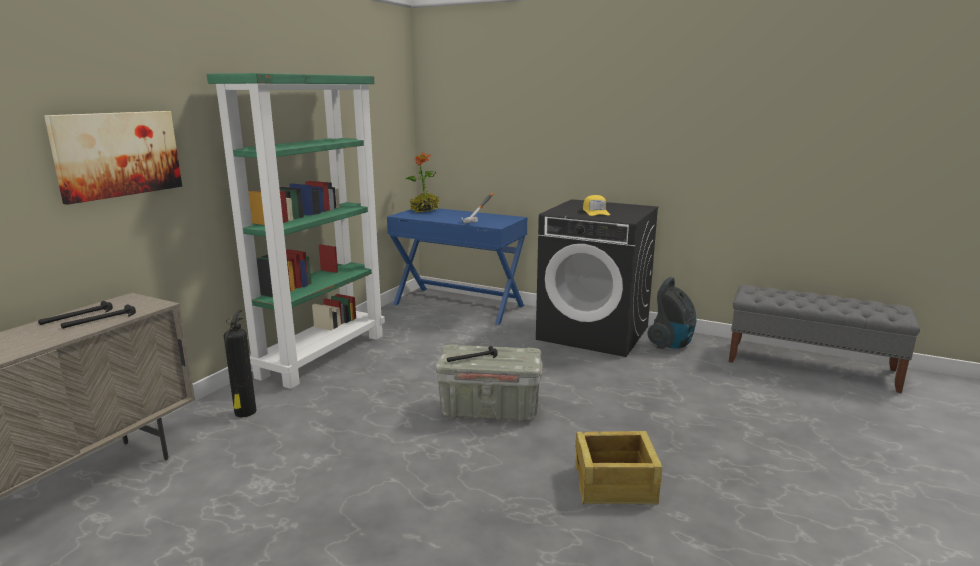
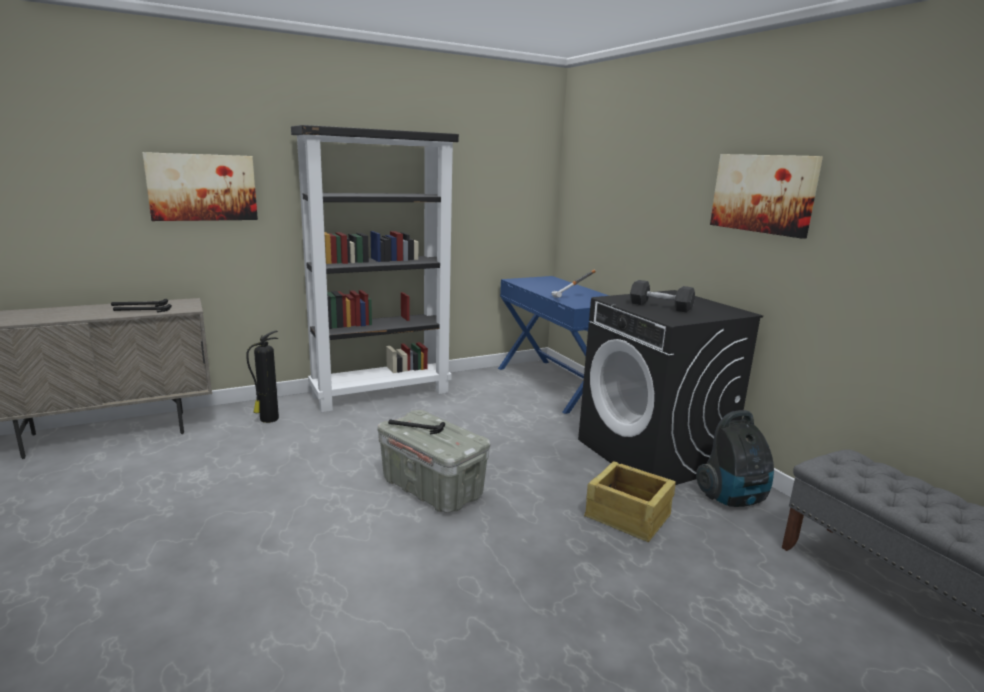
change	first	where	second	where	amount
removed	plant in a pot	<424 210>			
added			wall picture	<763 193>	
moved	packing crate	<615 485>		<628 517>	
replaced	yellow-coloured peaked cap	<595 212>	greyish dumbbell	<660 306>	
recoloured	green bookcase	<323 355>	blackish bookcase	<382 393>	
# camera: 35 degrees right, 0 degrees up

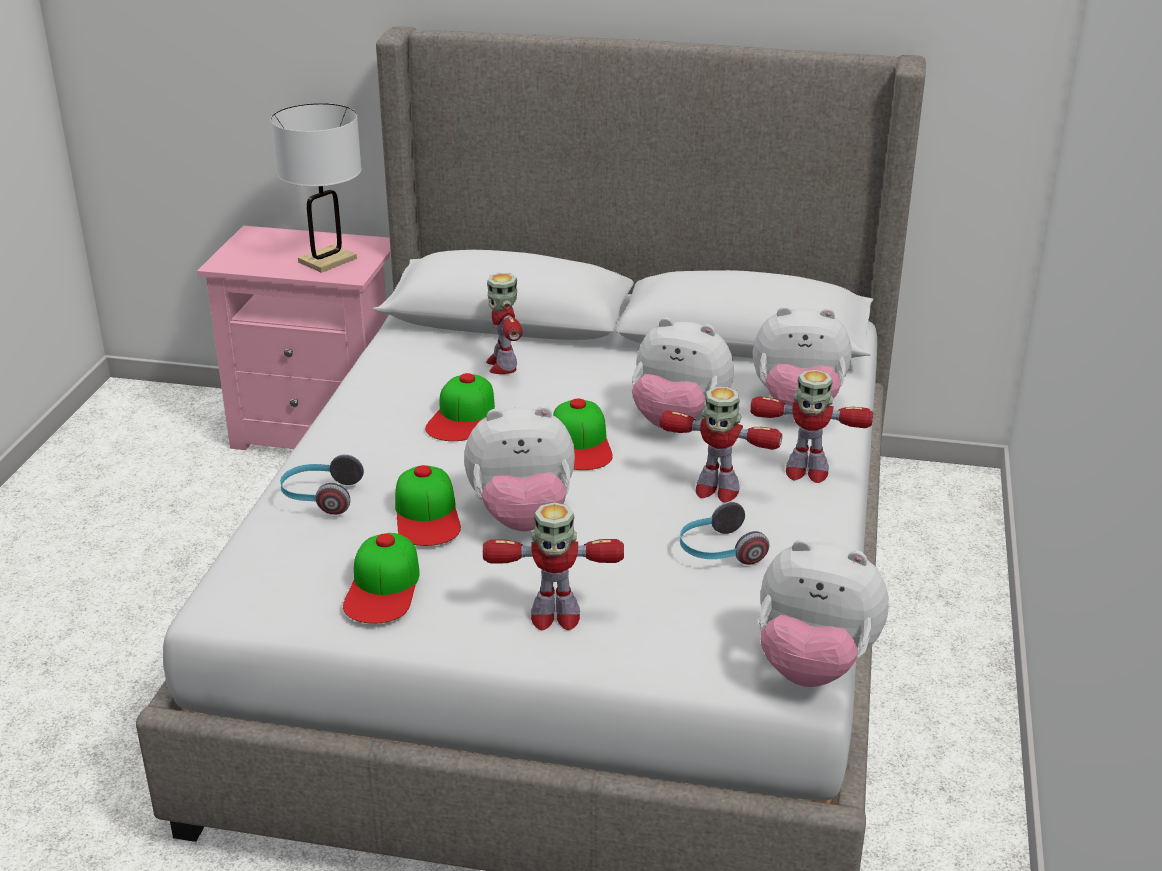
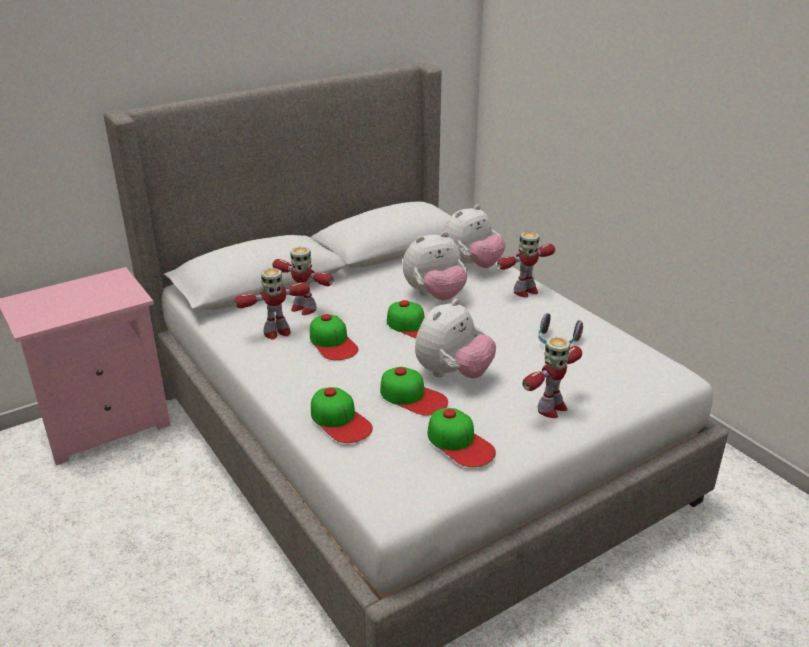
change	first	where	second	where	amount
removed	whitish table lamp	<327 260>			
removed	plush toy	<813 666>			
moved	model robot	<716 490>		<276 332>	
replaced	headset	<320 497>	peaked cap	<340 420>	
# camera: 45 degrees left, 0 degrees up

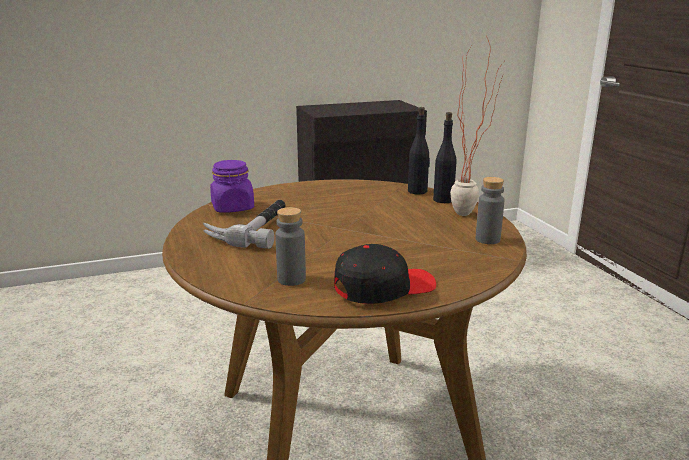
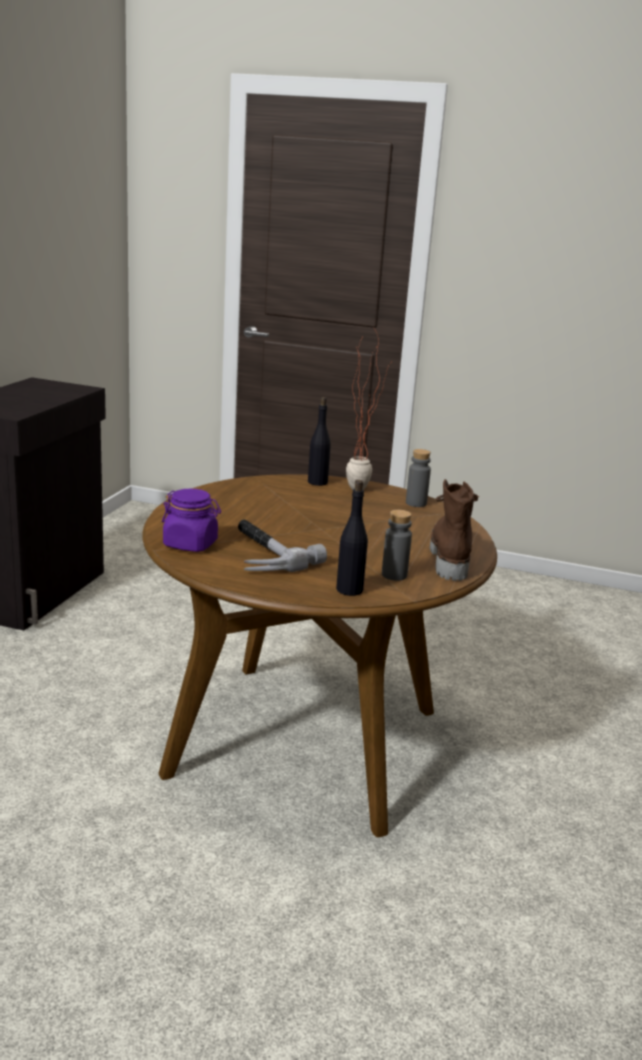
change	first	where	second	where	amount
moved	blackish drink bottle	<417 191>		<349 590>	
replaced	blackish peaked cap	<383 288>	brown-coloured high-top boot	<449 556>	
# camera: 55 degrees left, 0 degrees up

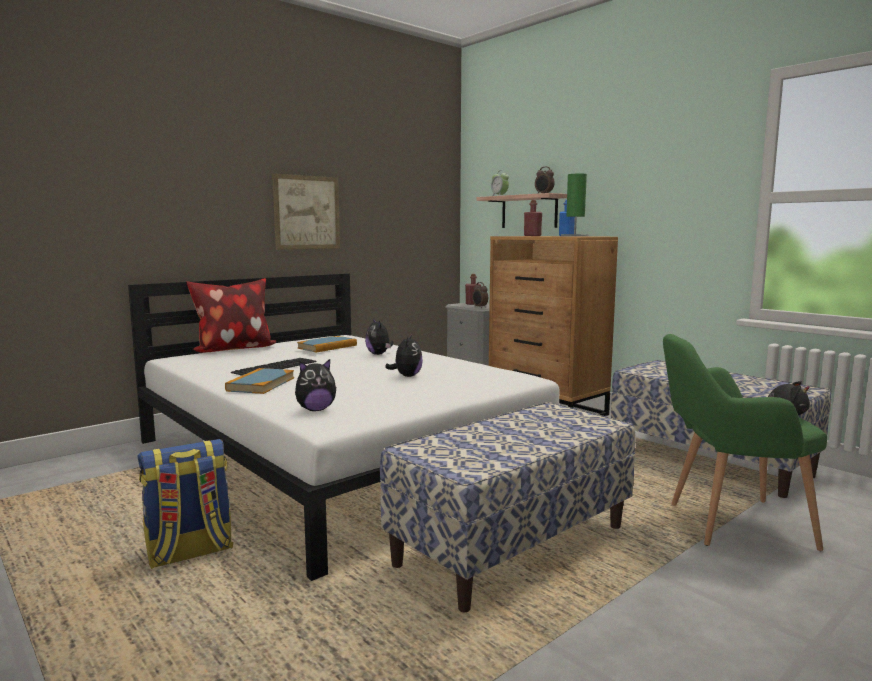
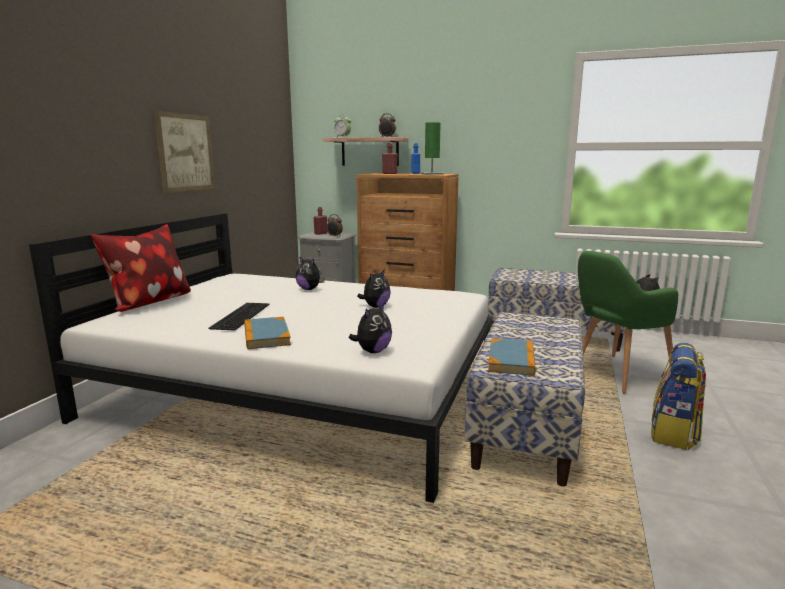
change	first	where	second	where	amount
moved	knapsack	<189 553>		<674 434>	
moved	bound book	<327 347>		<511 360>	
turned	plush toy	<406 376>		<375 306>	60 degrees clockwise
# camera: 30 degrees left, 5 degrees up

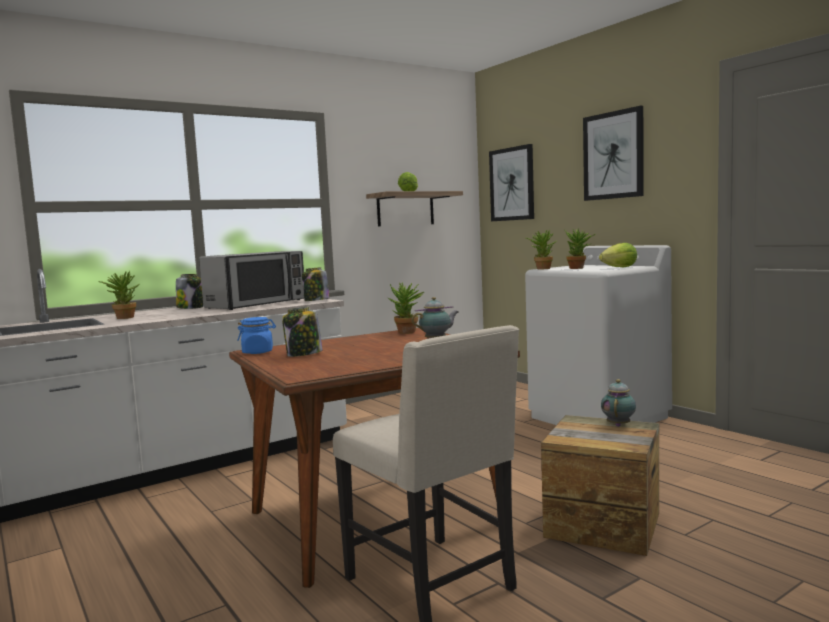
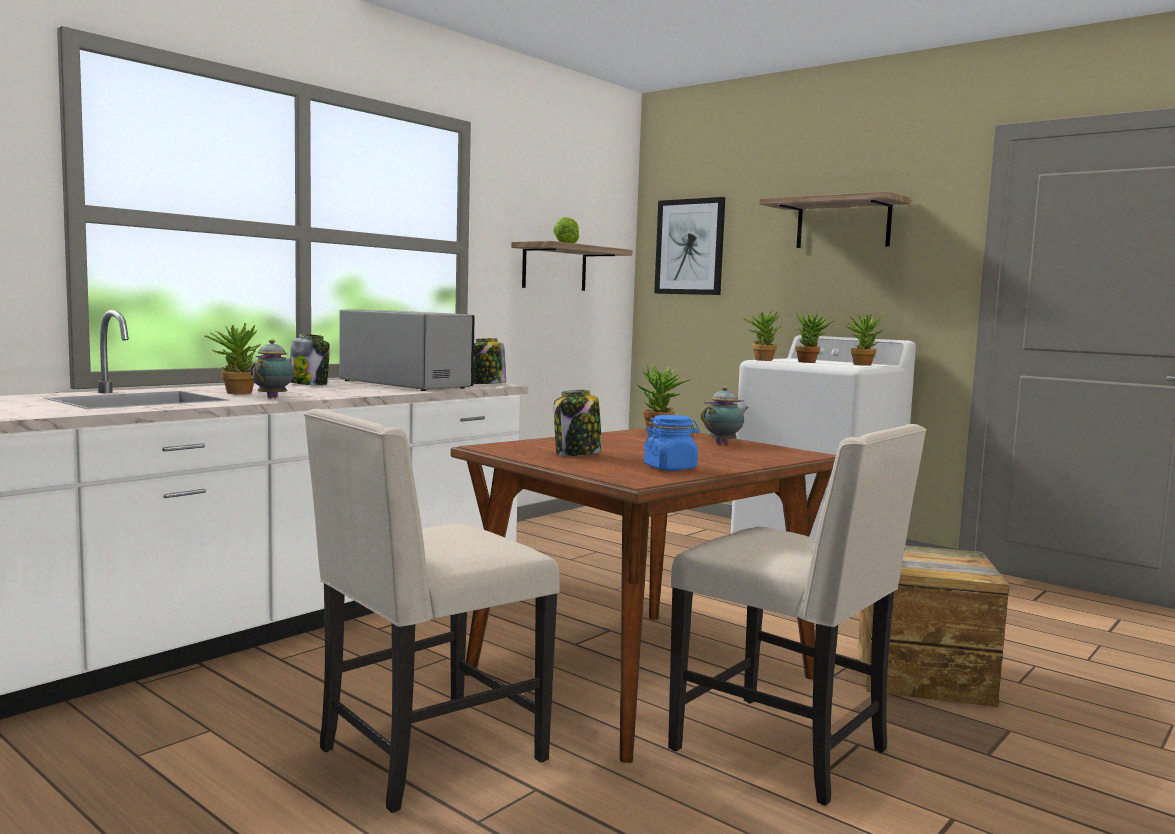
change	first	where	second	where	amount
added			sand-coloured chair	<427 755>	
moved	blue-coloured storage jar	<258 352>		<670 468>	
moved	tea pot	<619 425>		<274 397>	
replaced	wall picture	<613 155>	wall shelf	<843 224>	
replaced	head of lettuce	<619 267>	plant in a pot	<861 364>	
turned	microwave oven	<257 304>		<405 384>	75 degrees counterclockwise
# camera: 15 degrees left, 0 degrees up

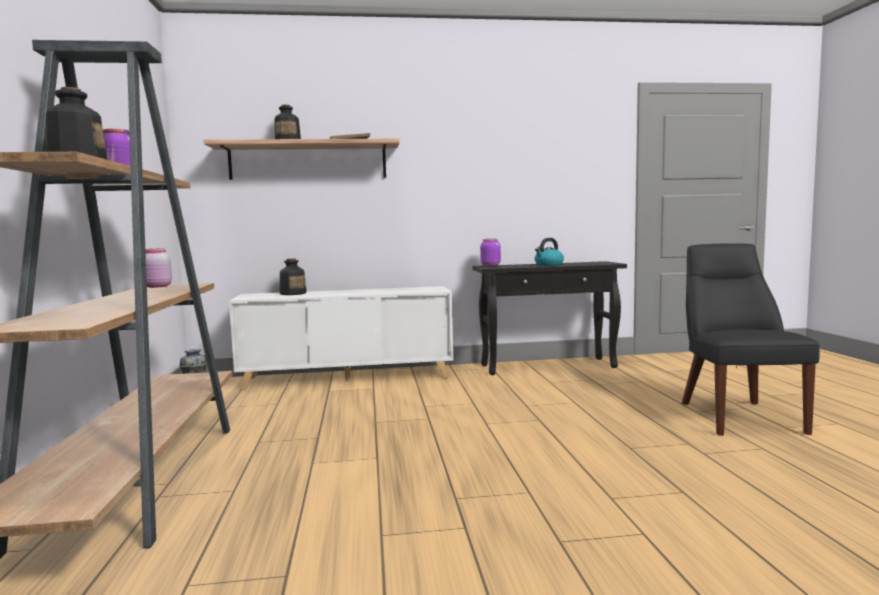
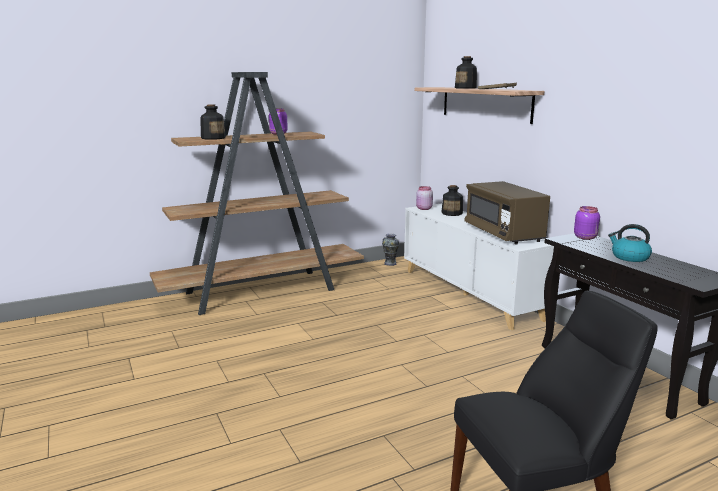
change	first	where	second	where	amount
added			brown-coloured microwave oven	<503 233>	
moved	pink storage jar	<156 286>		<423 209>	
# camera: 70 degrees right, 10 degrees up

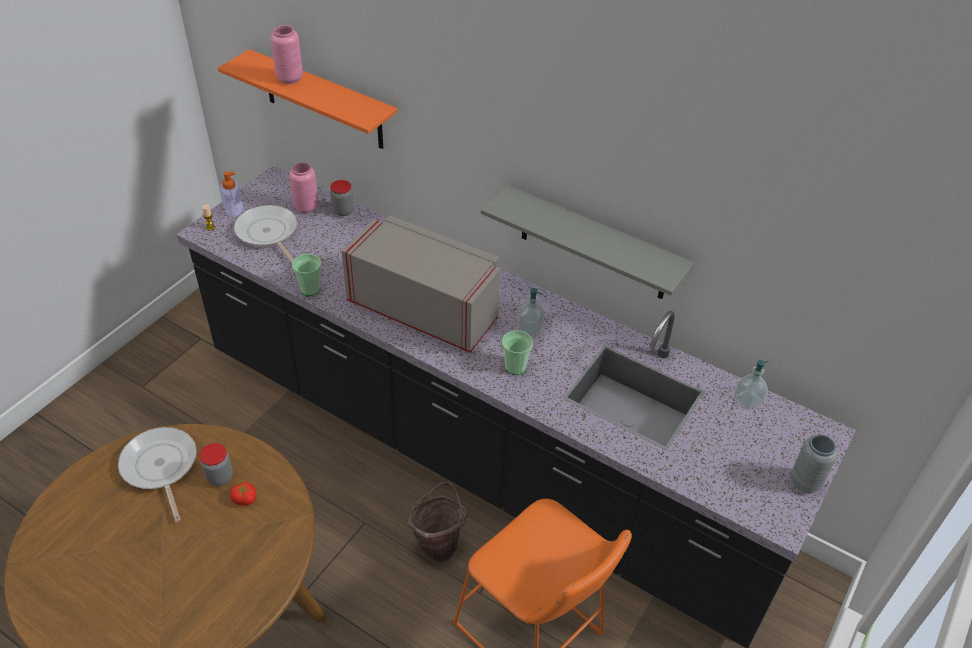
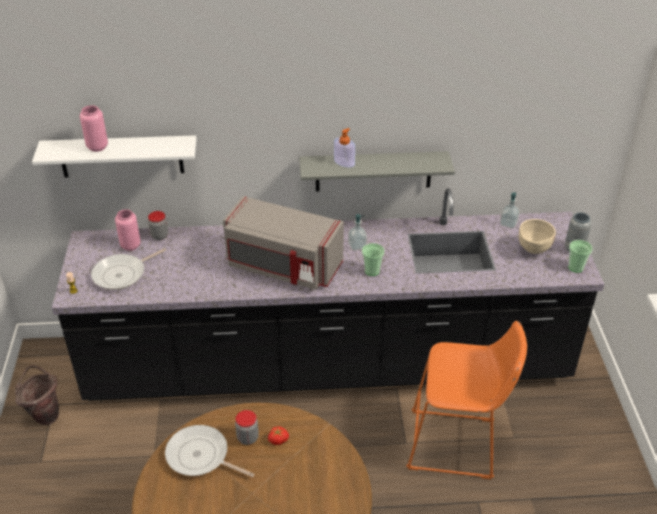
change	first	where	second	where	amount
added			sand-coloured serving bowl	<532 251>	
moved	liquid soap bottle	<234 208>		<344 162>	
moved	drinking cup	<310 289>		<575 267>	
moved	brown-coloured water bucket	<439 544>		<45 414>	
recoloured	orangey wall shelf	<323 101>	whitish wall shelf	<121 156>	
turned	frying pan	<268 233>		<122 274>	60 degrees counterclockwise
turned	greyish microwave oven	<425 308>		<282 266>	150 degrees counterclockwise
# camera: 35 degrees left, 5 degrees down

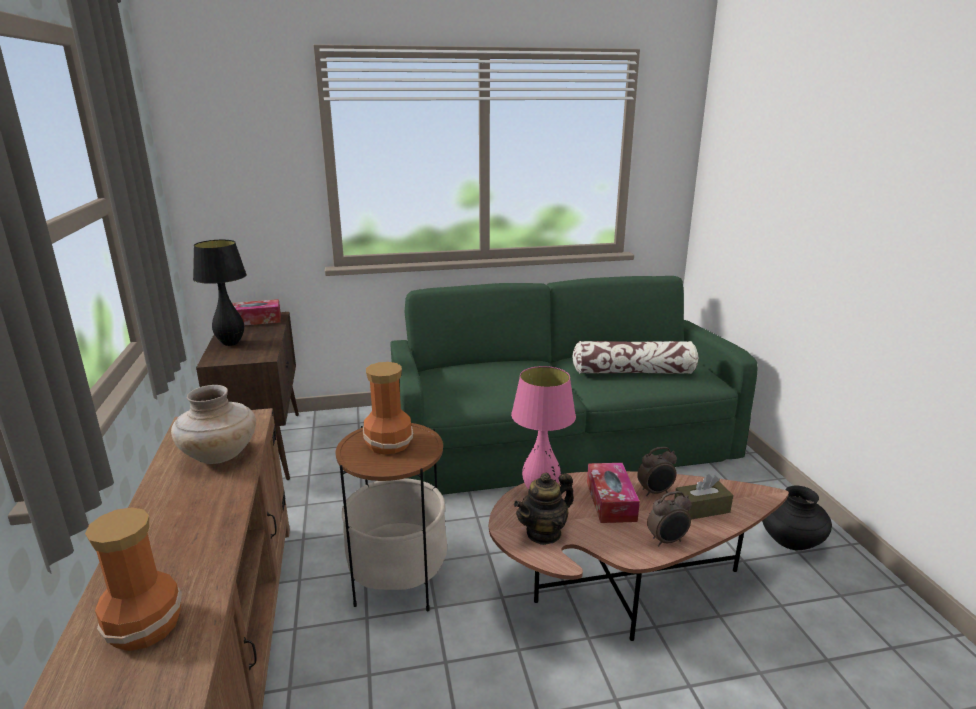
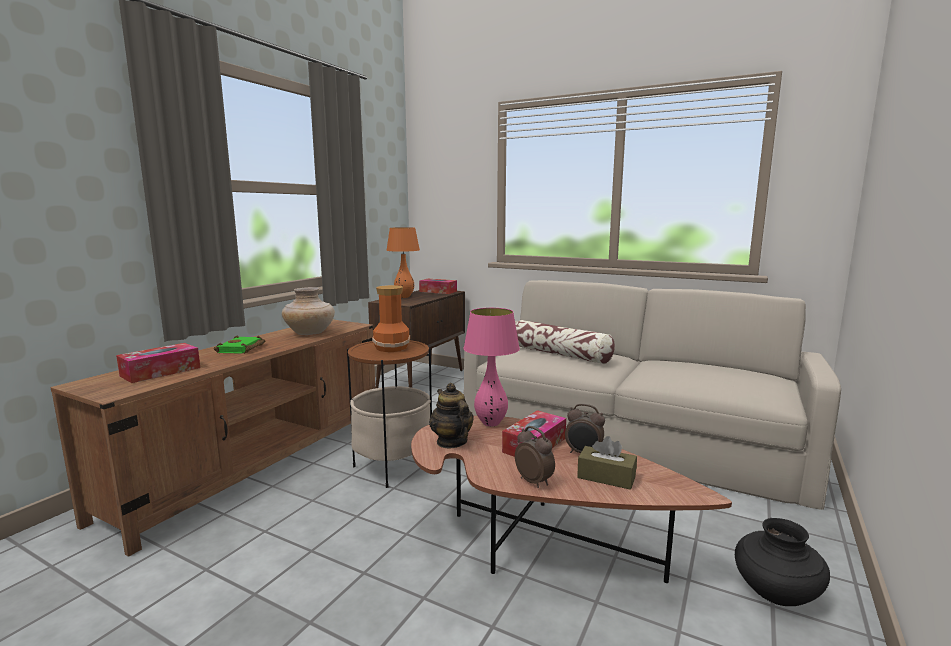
change	first	where	second	where	amount
added			green bound book	<241 349>	
moved	throw pillow	<633 372>		<560 354>	
replaced	decorative vase	<146 626>	tissue holder	<161 372>	
recoloured	blackish table lamp	<231 343>	orangey table lamp	<404 297>	
recoloured	green sofa	<561 437>	sand-coloured sofa	<632 433>	
turned	tea pot	<544 533>		<451 442>	60 degrees clockwise
turned	table clock	<667 541>		<534 481>	150 degrees counterclockwise
# camera: 40 degrees right, 10 degrees down

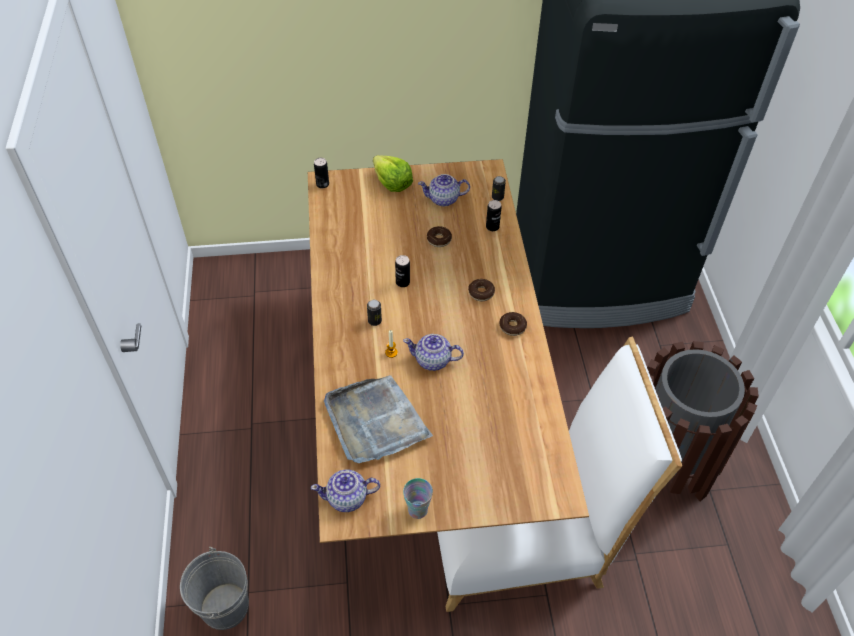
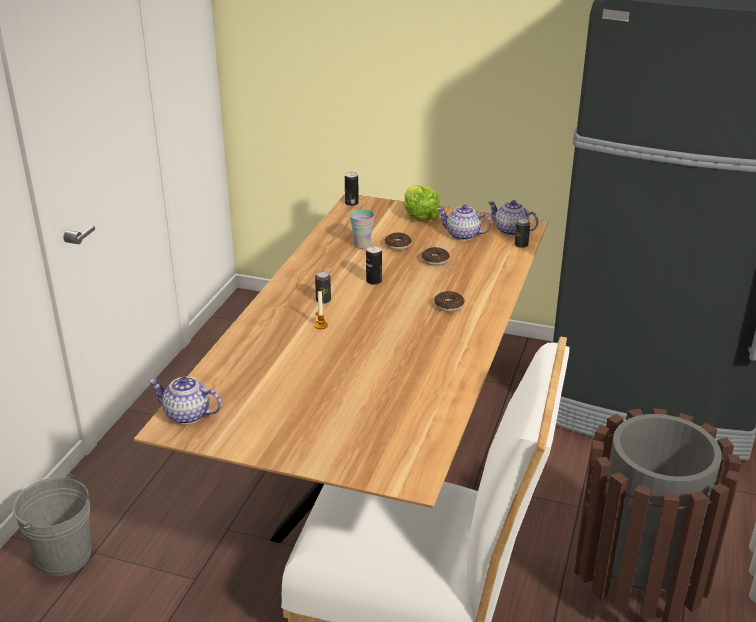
change	first	where	second	where	amount
removed	greyish serving tray	<375 421>			
removed	sealed can	<492 227>			
moved	tea pot	<433 360>		<511 231>	
moved	drinking cup	<417 510>		<362 245>	
moved	ring doughnut	<512 326>		<398 245>	
# camera: 25 degrees right, 20 degrees down

